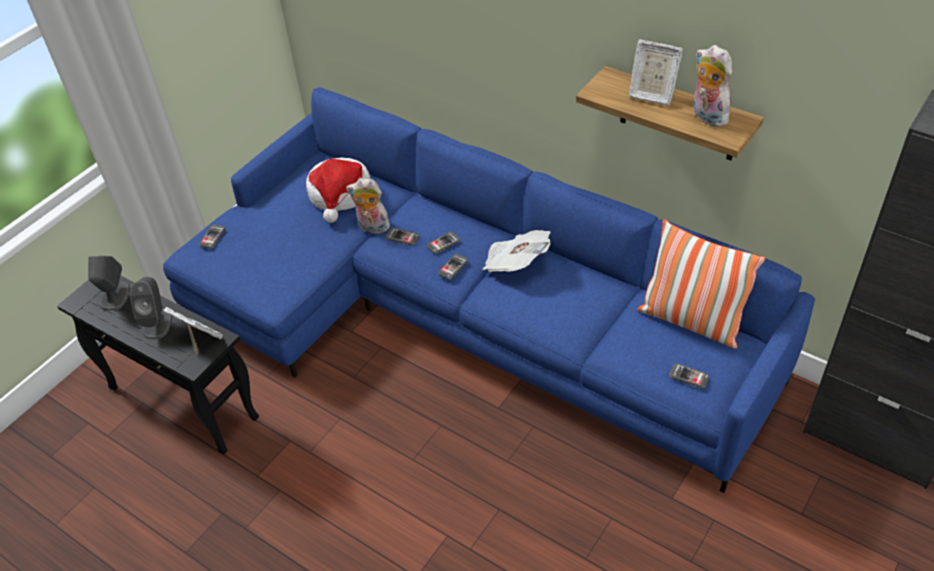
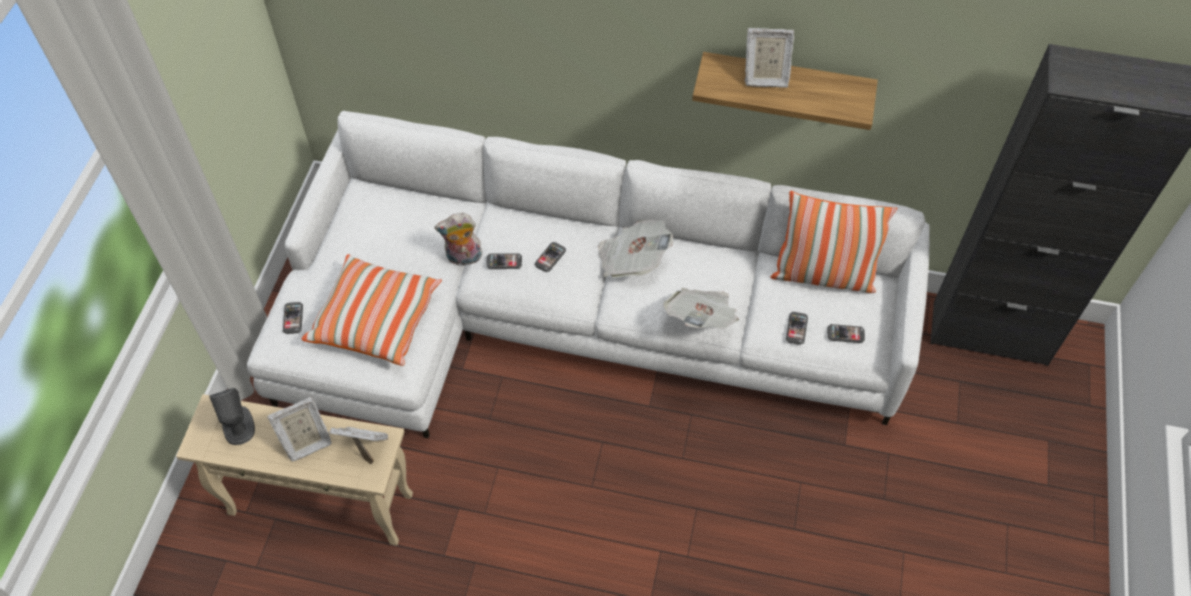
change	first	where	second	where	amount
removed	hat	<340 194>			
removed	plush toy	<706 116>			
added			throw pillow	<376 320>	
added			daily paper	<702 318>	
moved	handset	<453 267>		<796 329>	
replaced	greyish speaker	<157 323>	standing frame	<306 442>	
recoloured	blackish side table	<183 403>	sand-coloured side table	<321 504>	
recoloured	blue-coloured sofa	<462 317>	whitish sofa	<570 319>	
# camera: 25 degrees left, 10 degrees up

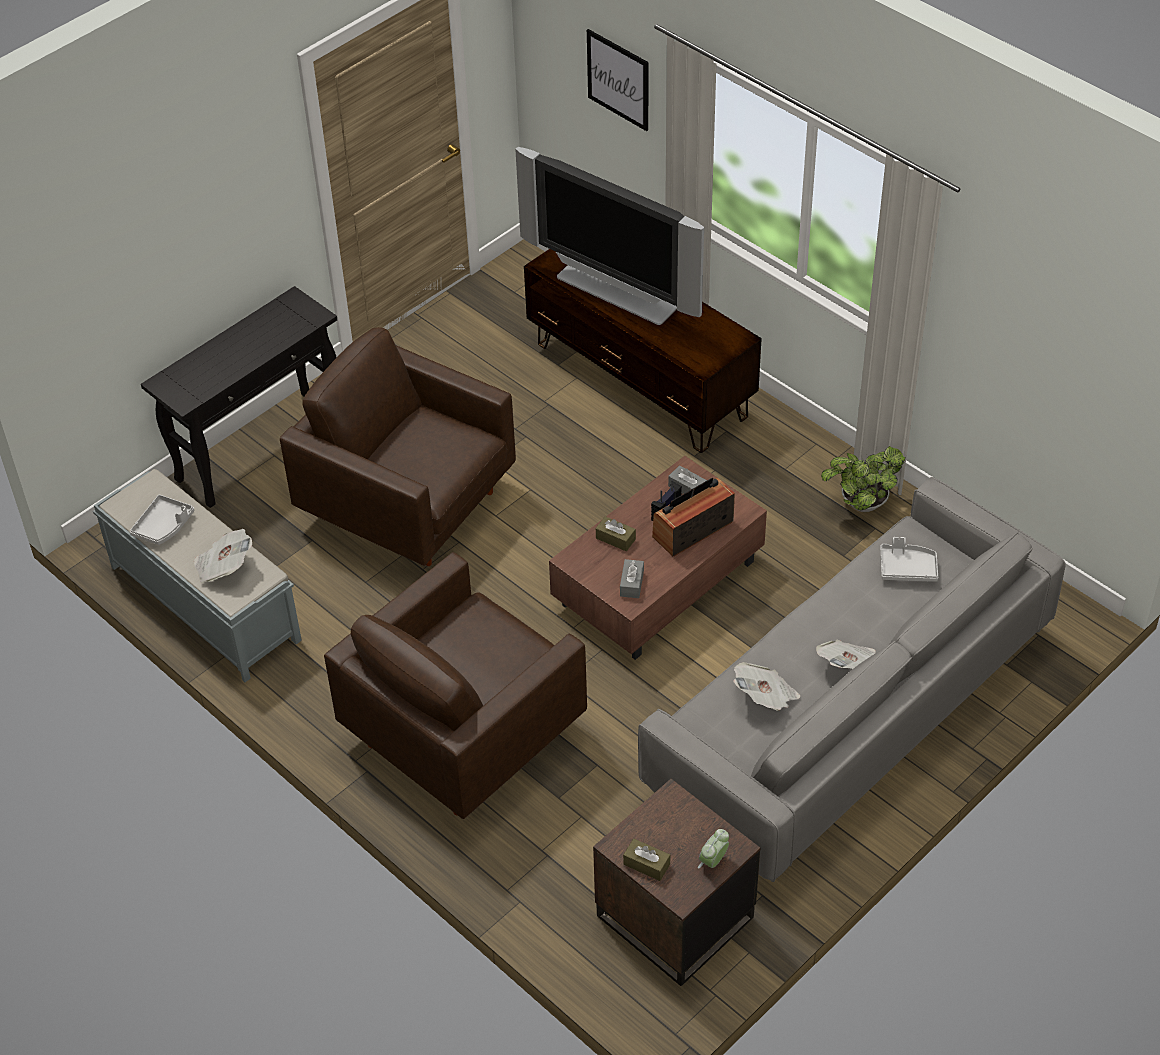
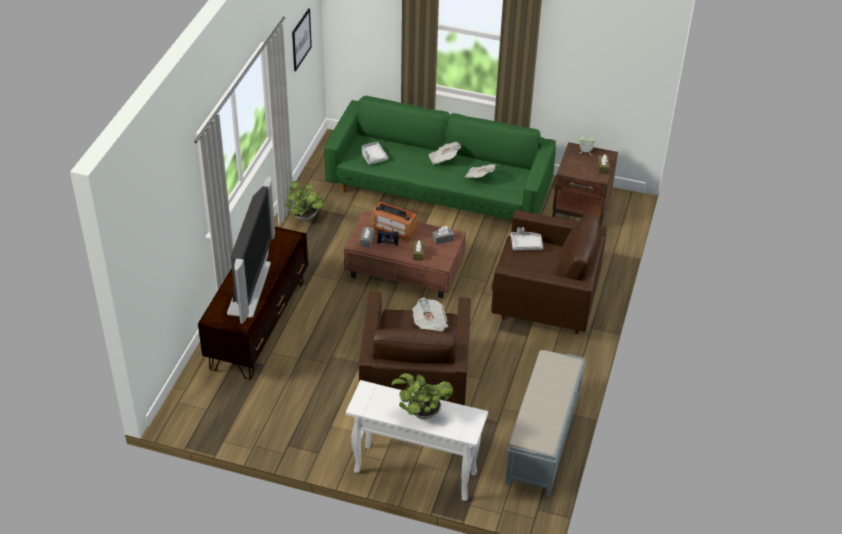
change	first	where	second	where	amount
added			plant in a pot	<421 412>	
moved	greyish serving tray	<164 526>		<526 244>	
moved	daily paper	<224 567>		<430 325>	
moved	wall picture	<618 79>		<301 39>	
recoloured	blackish console table	<260 448>	whitish console table	<414 472>	
recoloured	greyish sofa	<848 713>	green sofa	<439 189>	
# camera: 120 degrees left, 5 degrees down

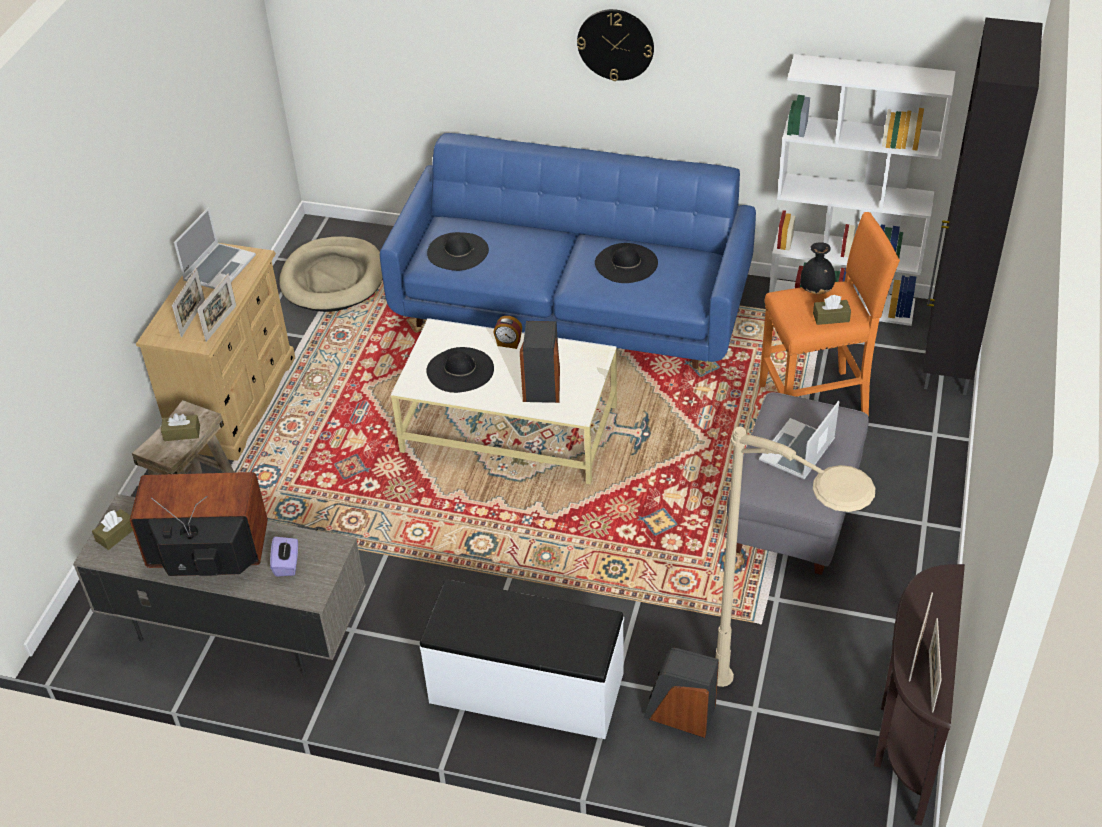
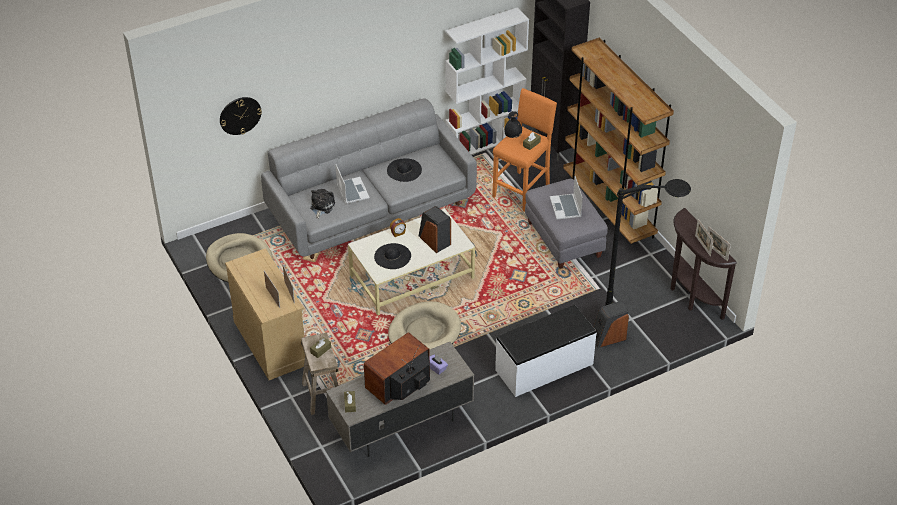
change	first	where	second	where	amount
added			sand-coloured pet bed	<424 332>	
added			brown-coloured bookcase	<608 209>	
moved	laptop	<219 268>		<352 191>	
moved	wall clock	<615 44>		<240 115>	
replaced	blackish hat	<457 251>	plush toy	<321 207>	
recoloured	blue-coloured sofa	<572 304>	greyish sofa	<370 208>	
recoloured	sand-coloured standard lamp	<781 721>	blackish standard lamp	<644 317>	
# camera: 45 degrees left, 0 degrees up

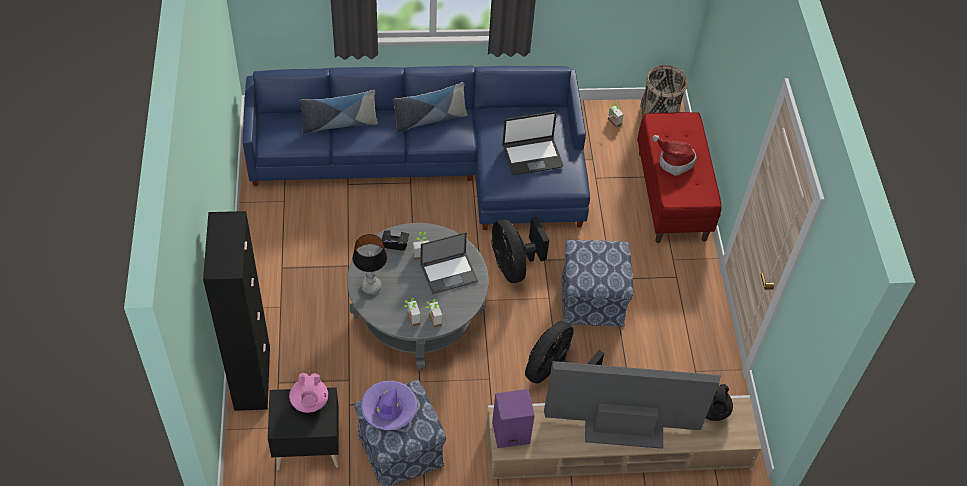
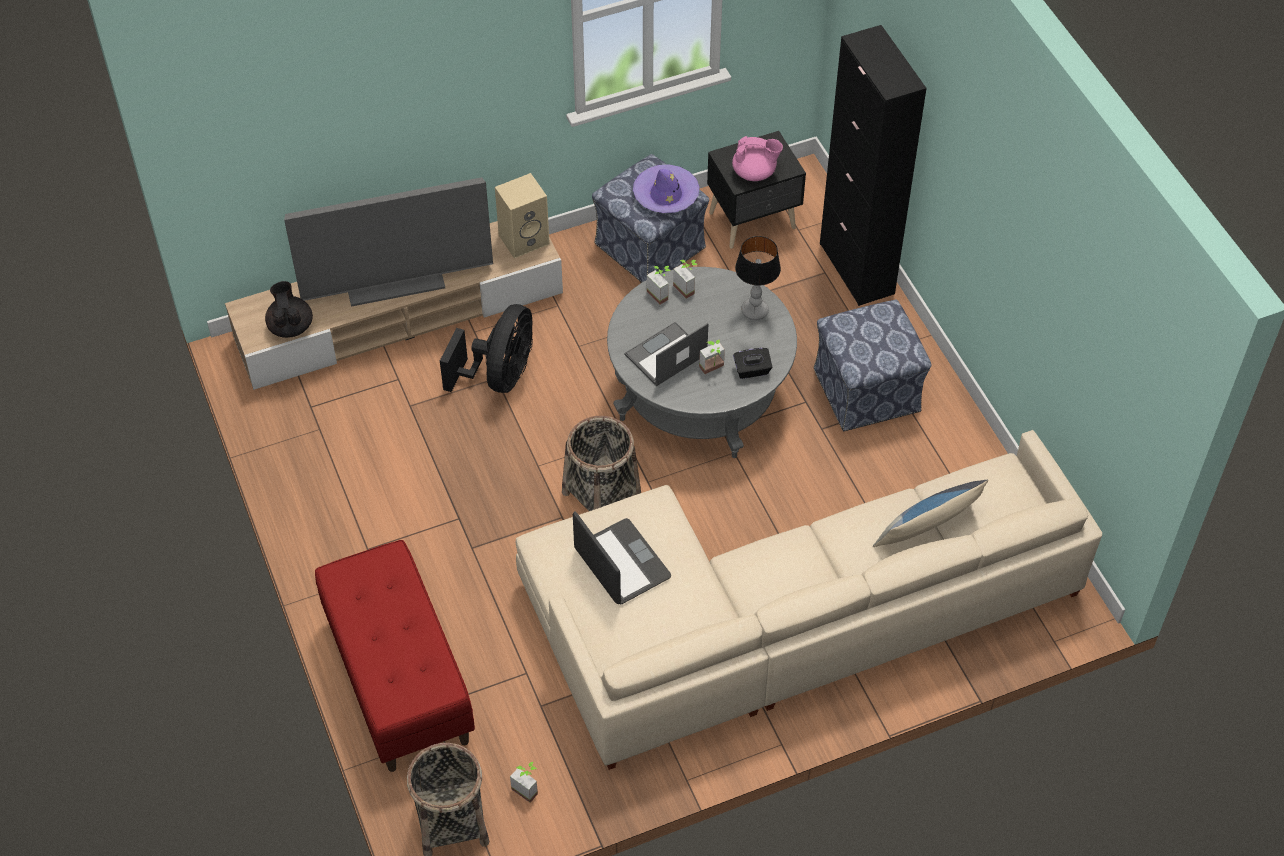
change	first	where	second	where	amount
removed	throw pillow	<430 119>			
removed	hat	<673 161>			
moved	pouffe	<592 299>		<867 391>	
replaced	blackish cooling fan	<513 266>	storage basket	<601 495>	
recoloured	blue-coloured sofa	<434 161>	sand-coloured sofa	<783 621>	
recoloured	purplish speaker	<510 434>	sand-coloured speaker	<524 238>	
turned	pink tea pot	<309 402>		<755 173>	120 degrees clockwise
turned	laptop	<532 156>		<621 564>	90 degrees clockwise
# camera: 165 degrees right, 0 degrees up

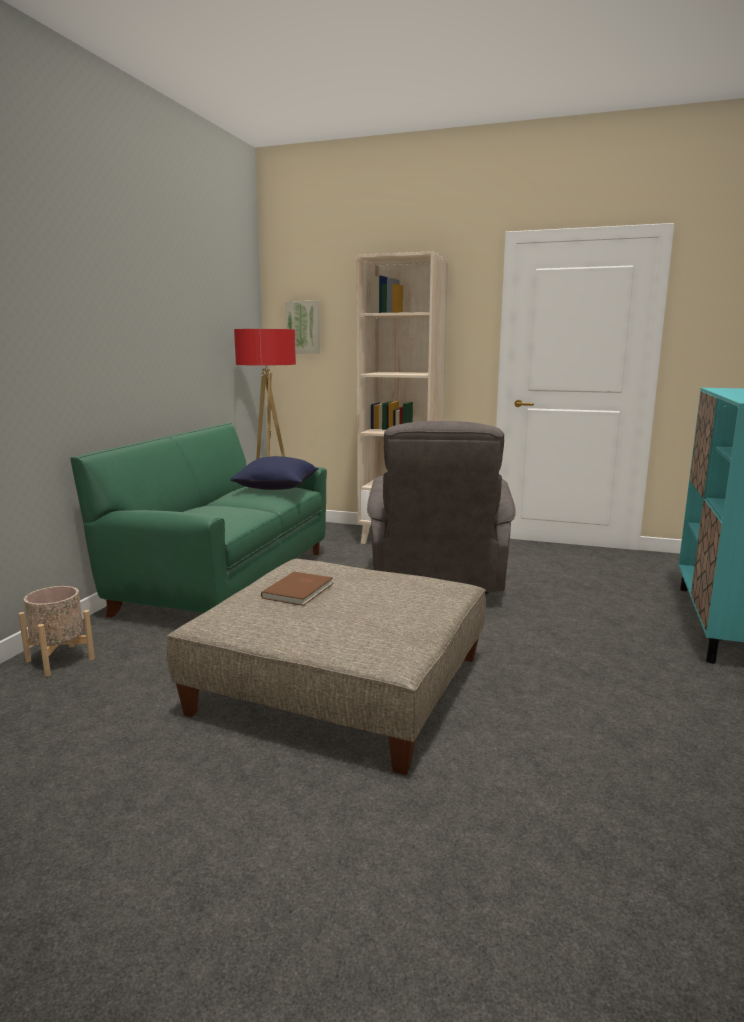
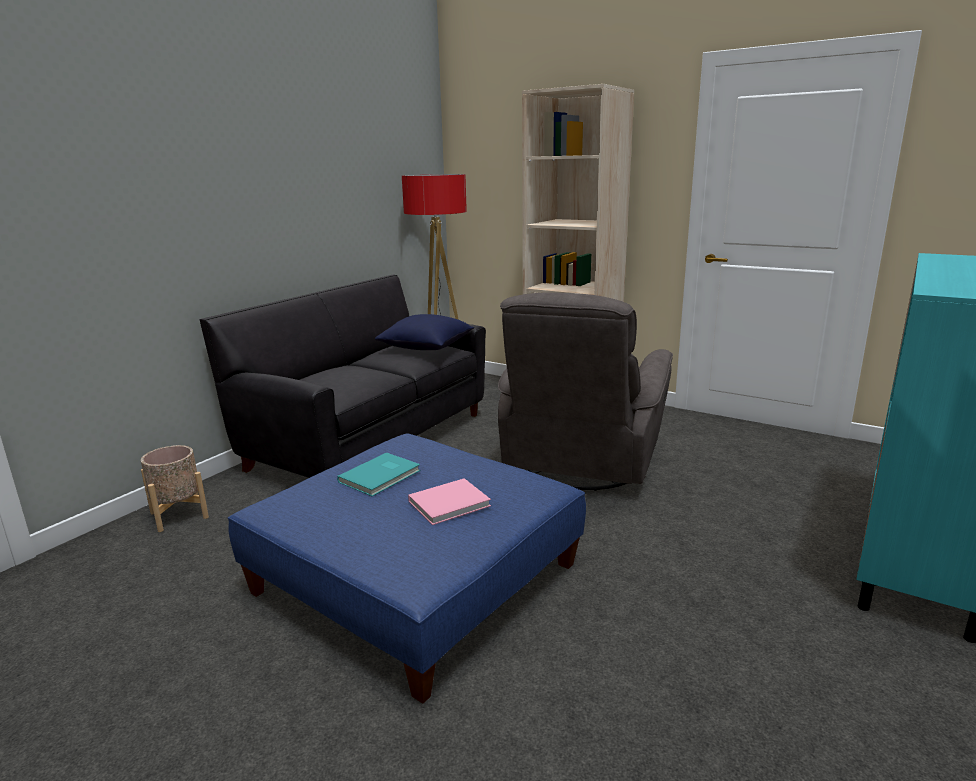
change	first	where	second	where	amount
removed	wall picture	<303 327>			
added			pink bound book	<451 503>	
recoloured	green sofa	<226 581>	blackish sofa	<370 440>	
recoloured	sand-coloured pouffe	<340 685>	blue-coloured pouffe	<415 579>	
recoloured	brown-coloured bound book	<300 590>	turquoise-coloured bound book	<382 476>	
# camera: 15 degrees right, 5 degrees up

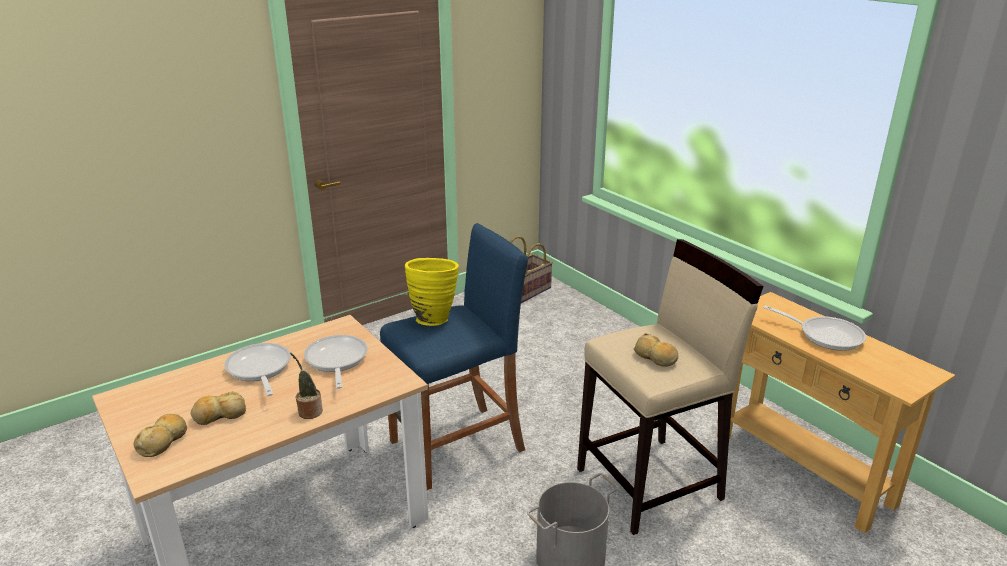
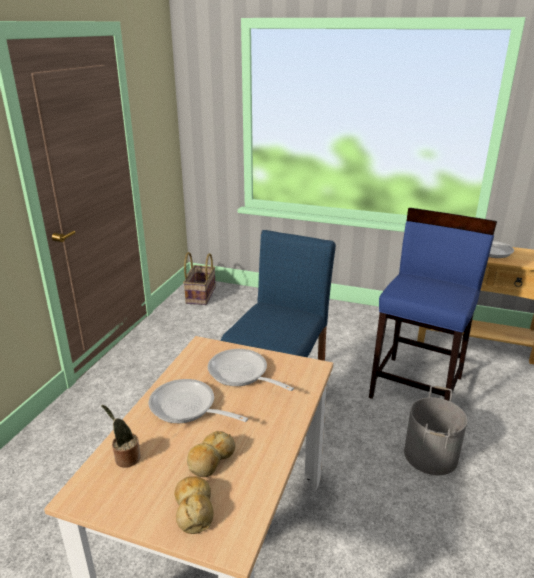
change	first	where	second	where	amount
removed	yellow-coloured decorative vase	<433 318>			
removed	bread	<655 357>			
moved	plant in a pot	<309 411>		<125 458>	
recoloured	sand-coloured stool	<651 484>	blue-coloured stool	<417 386>	
# camera: 35 degrees left, 0 degrees up

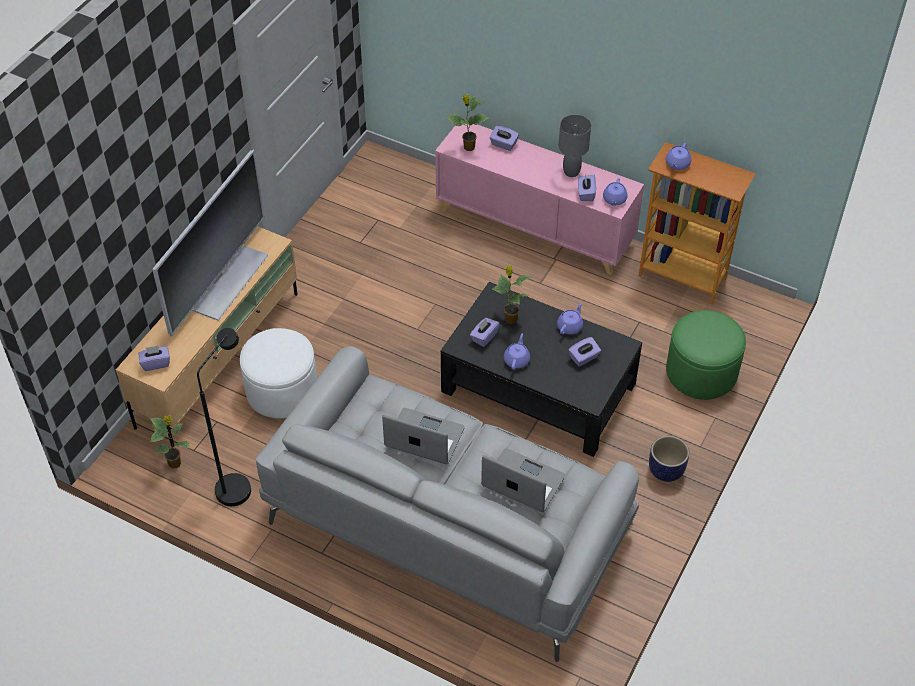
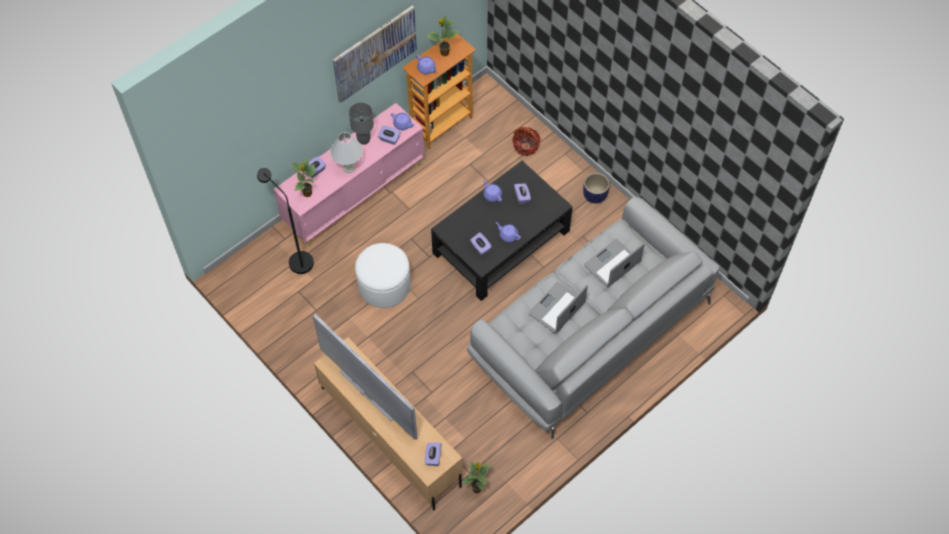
change	first	where	second	where	amount
added			whitish table lamp	<349 167>	
added			wall picture	<375 53>	
moved	blackish standard lamp	<237 483>		<296 259>	
moved	whitish pouffe	<282 390>		<384 285>	
moved	plant in a pot	<510 319>		<444 53>	
replaced	green pouffe	<701 372>	storage basket	<526 146>	
# camera: 70 degrees left, 10 degrees up

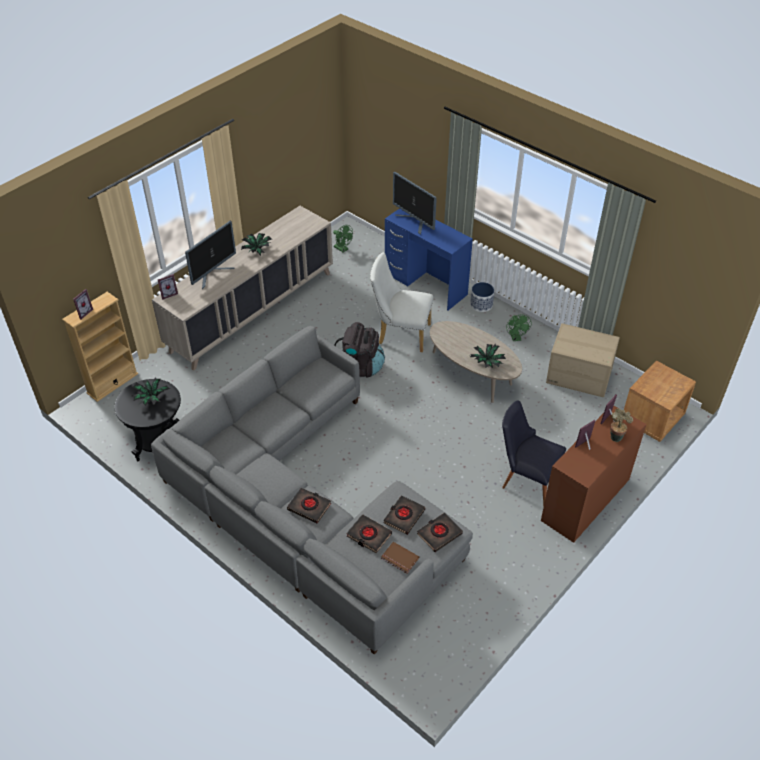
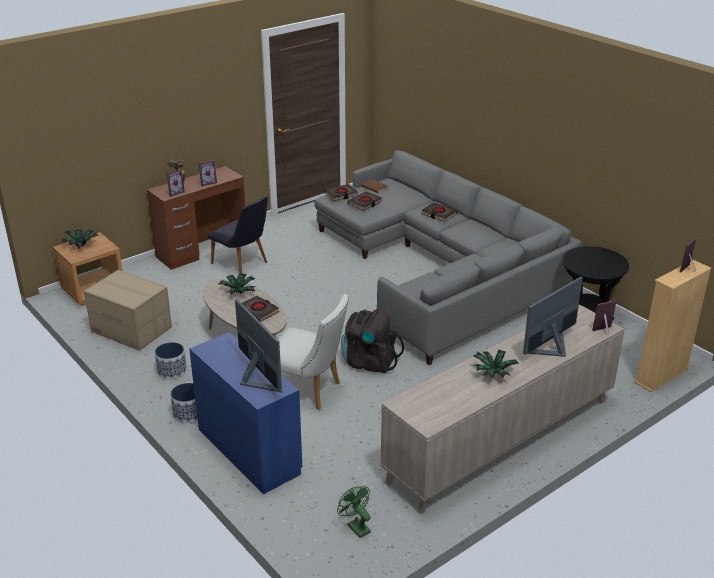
change	first	where	second	where	amount
moved	plant in a pot	<151 398>		<81 246>	
moved	blackish bound book	<369 535>		<258 311>	
replaced	green cooling fan	<516 338>	planter	<172 371>	
# camera: 170 degrees left, 15 degrees down

